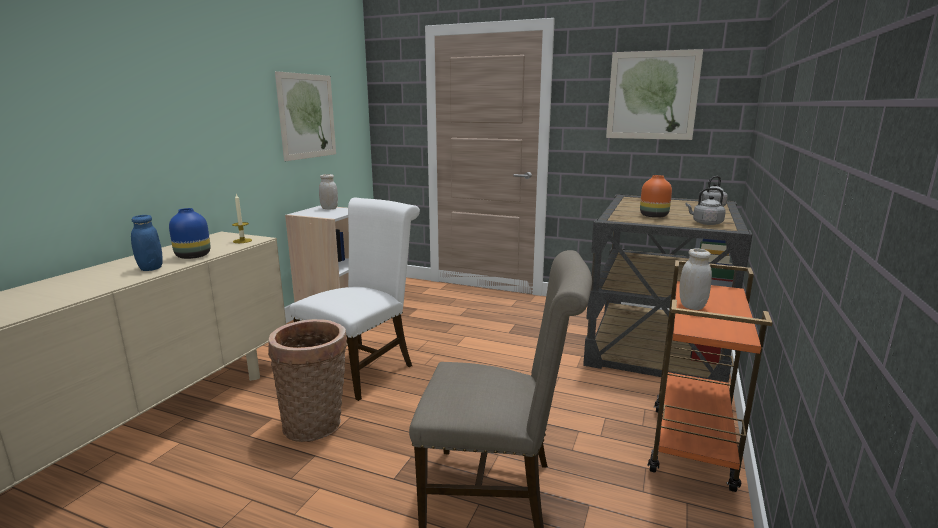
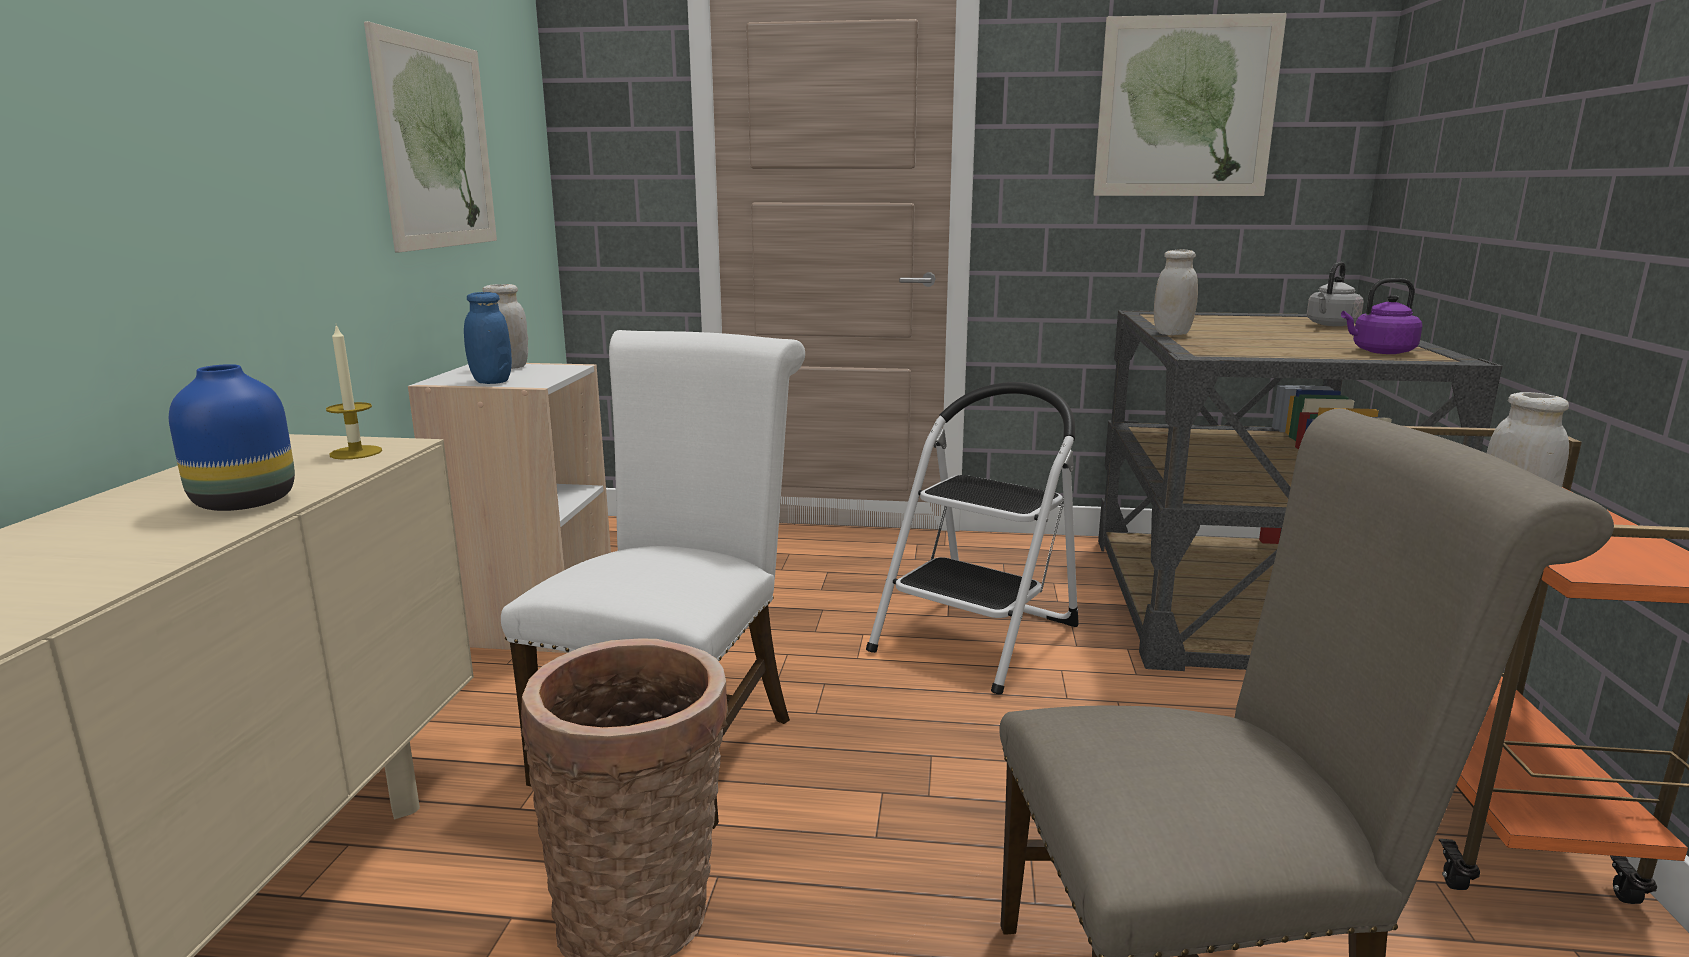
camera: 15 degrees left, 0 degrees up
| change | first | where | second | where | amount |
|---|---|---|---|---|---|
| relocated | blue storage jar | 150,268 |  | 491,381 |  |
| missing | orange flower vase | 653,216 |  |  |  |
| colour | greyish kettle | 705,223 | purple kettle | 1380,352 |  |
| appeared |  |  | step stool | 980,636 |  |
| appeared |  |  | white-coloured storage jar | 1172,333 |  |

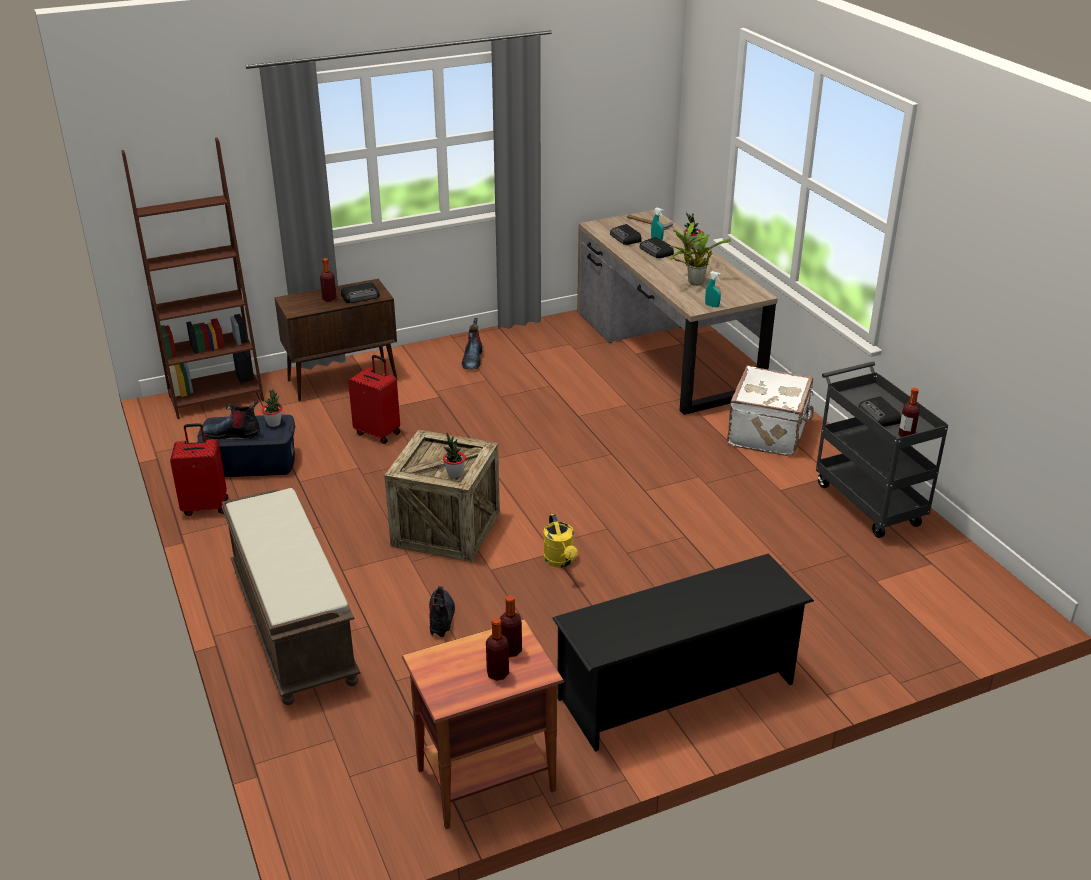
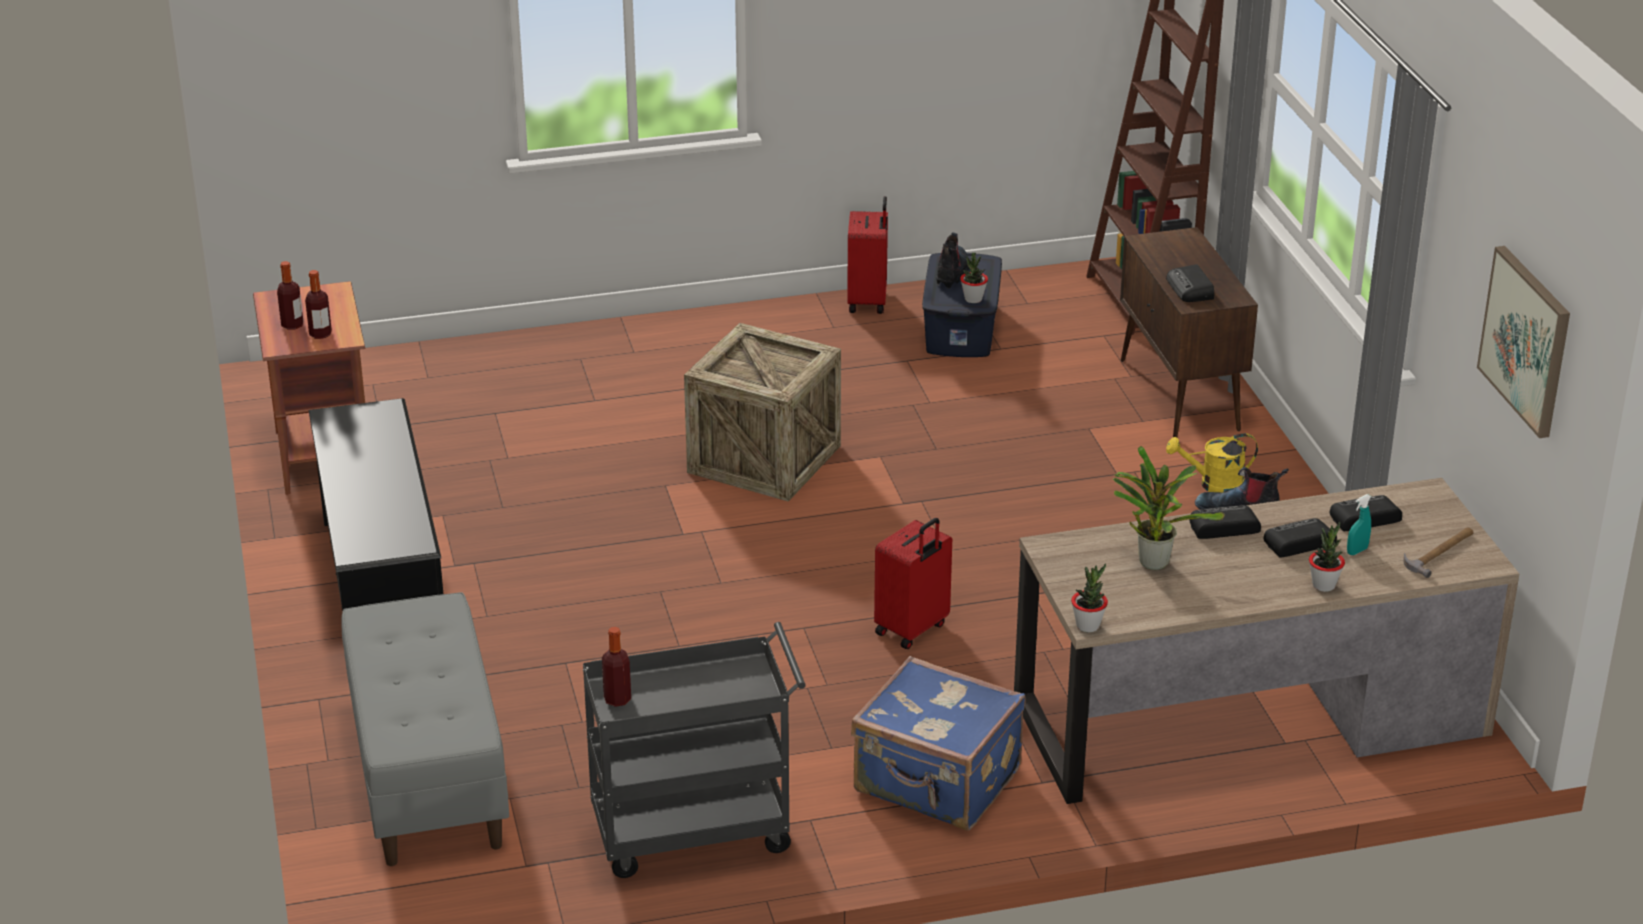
camera: 100 degrees right, 0 degrees up
| change | first | where | second | where | amount |
|---|---|---|---|---|---|
| missing | brown-coloured long seat | 291,624 |  |  |  |
| missing | drink bottle | 329,299 |  |  |  |
| relocated | red piece of luggage | 378,433 |  | 912,629 |  |
| missing | boot | 441,617 |  |  |  |
| relocated | potted plant | 454,474 |  | 1088,626 |  |
| relocated | yellow watering can | 560,561 |  | 1213,485 |  |
| missing | turquoise sprayer | 712,306 |  |  |  |
| colour | white-coloured piece of luggage | 769,433 | blue piece of luggage | 937,783 |  |
| relocated | radio receiver | 879,416 |  | 1222,527 |  |
| appeared |  |  | greyish long seat | 427,775 |  |
| appeared |  |  | wall picture | 1526,340 |  |

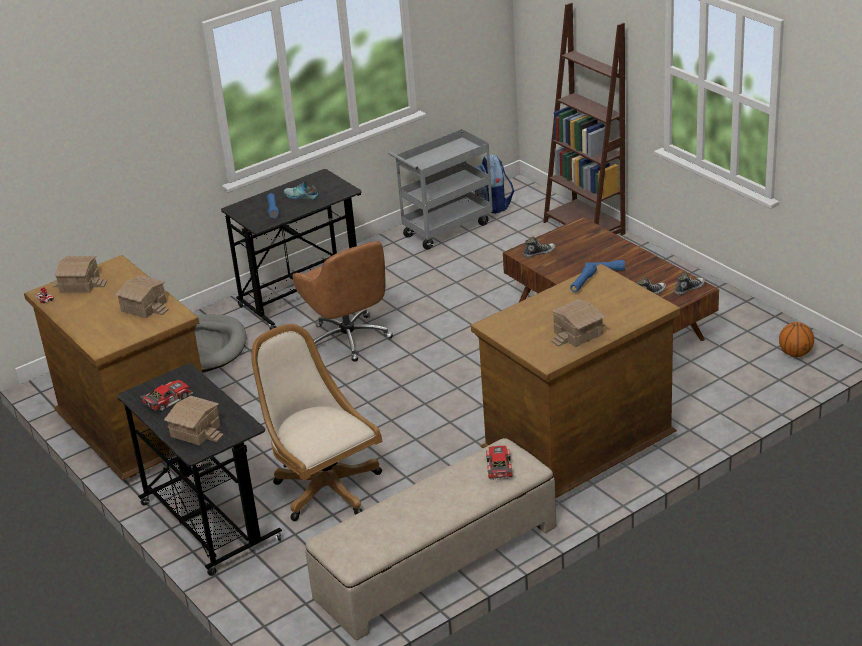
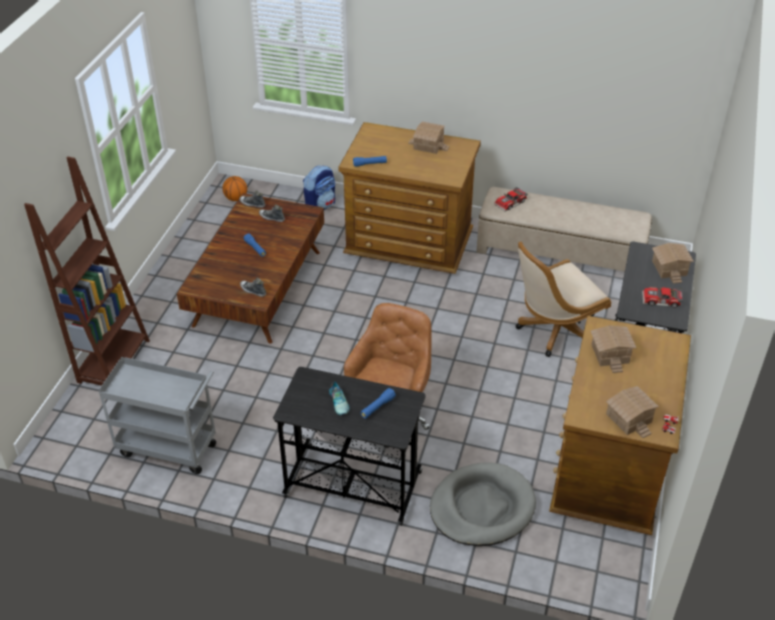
camera: 130 degrees left, 10 degrees up
| change | first | where | second | where | amount |
|---|---|---|---|---|---|
| spun | computer chair | 323,485 |  | 553,331 | 45 degrees clockwise |
| relocated | knapsack | 495,205 |  | 320,206 |  |

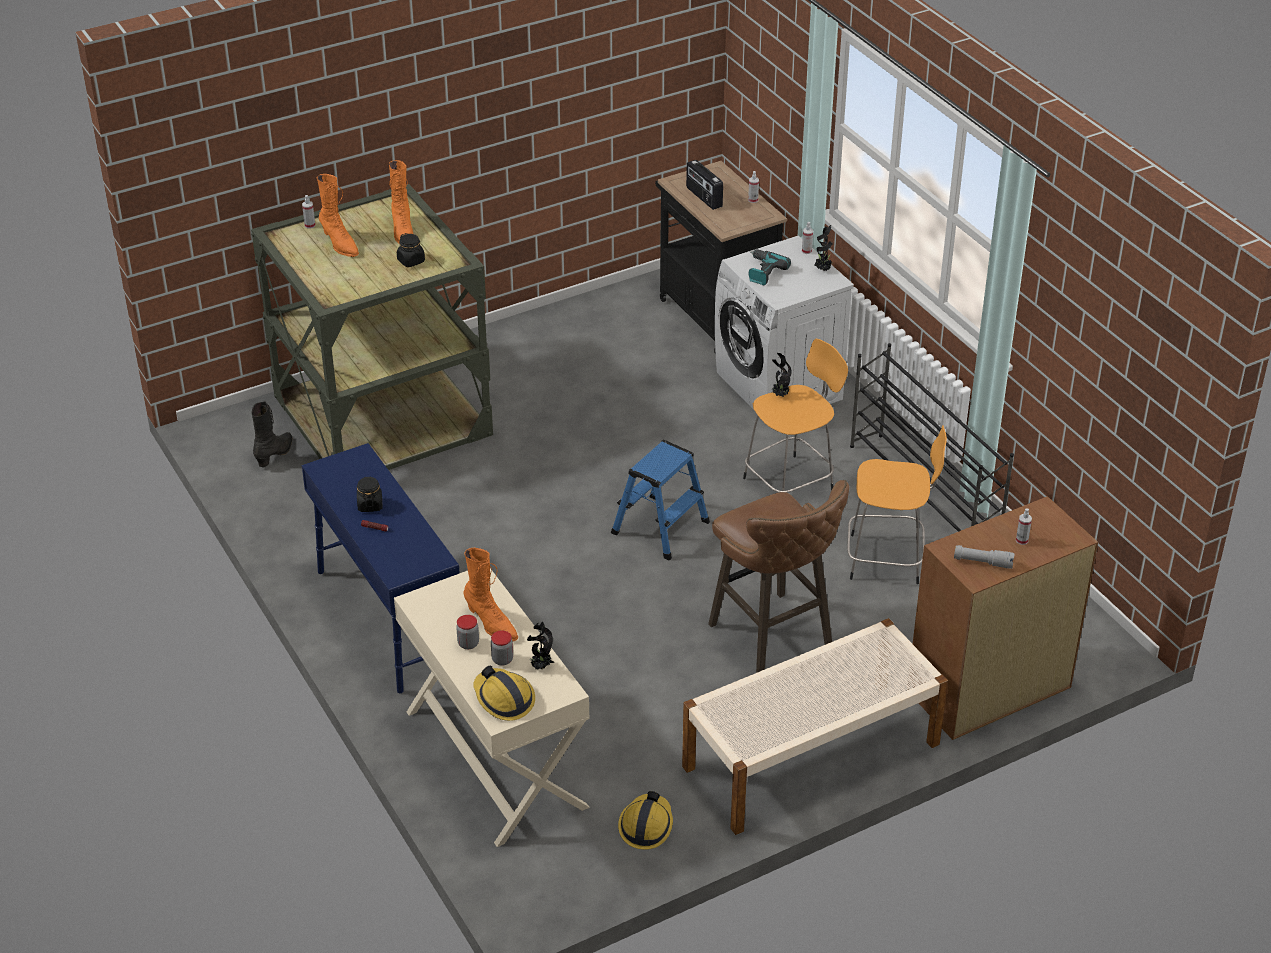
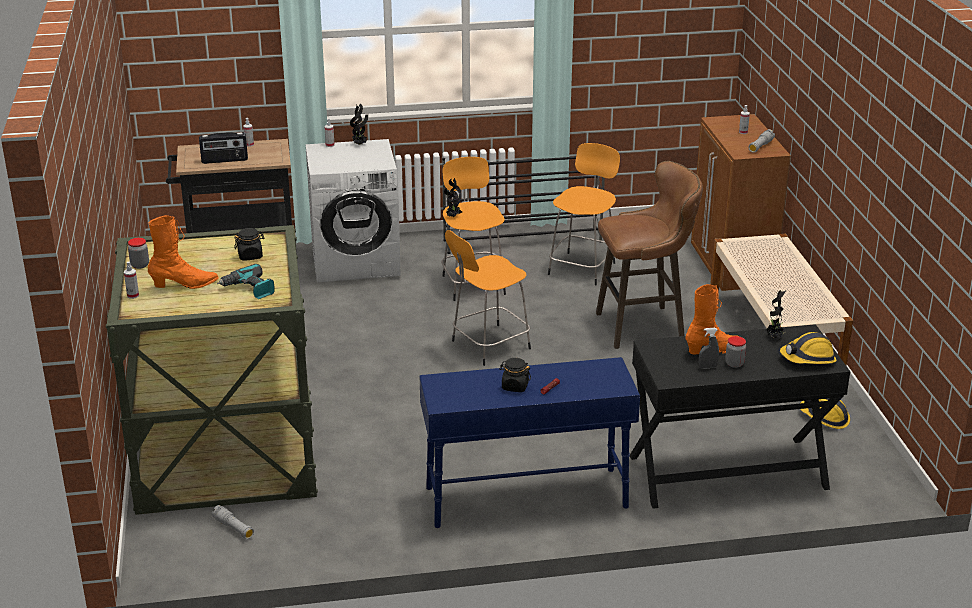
camera: 70 degrees left, 10 degrees down
| change | first | where | second | where | amount |
|---|---|---|---|---|---|
| exchanged | black-coloured boot | 275,454 | greyish flashlight | 233,528 |  |
| missing | orange boot | 403,232 |  |  |  |
| colour | sand-coloured desk | 494,759 | black-coloured desk | 728,472 |  |
| relocated | storage jar | 502,659 |  | 140,265 |  |
| exchanged | blue step stool | 660,527 | orange stool seat | 488,345 |  |
| relocated | electric drill | 763,272 |  | 249,289 |  |
| appeared |  |  | greyish sprayer | 707,367 |  |

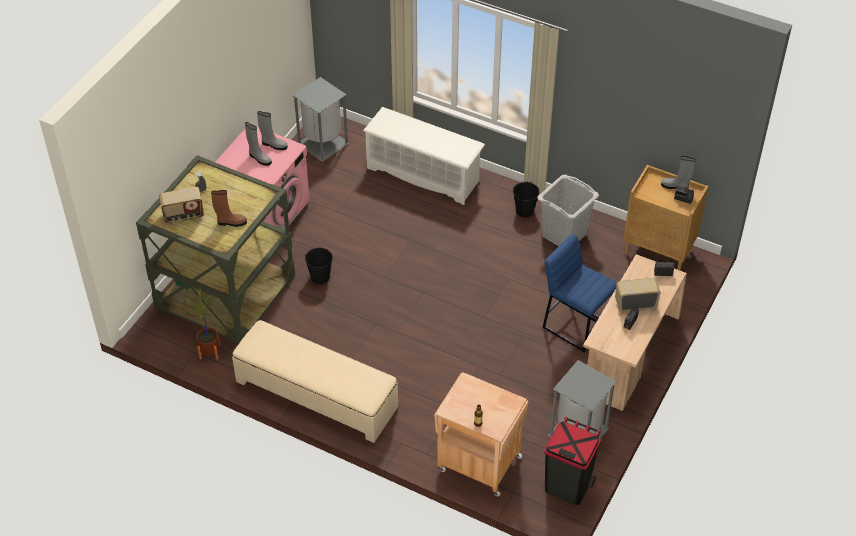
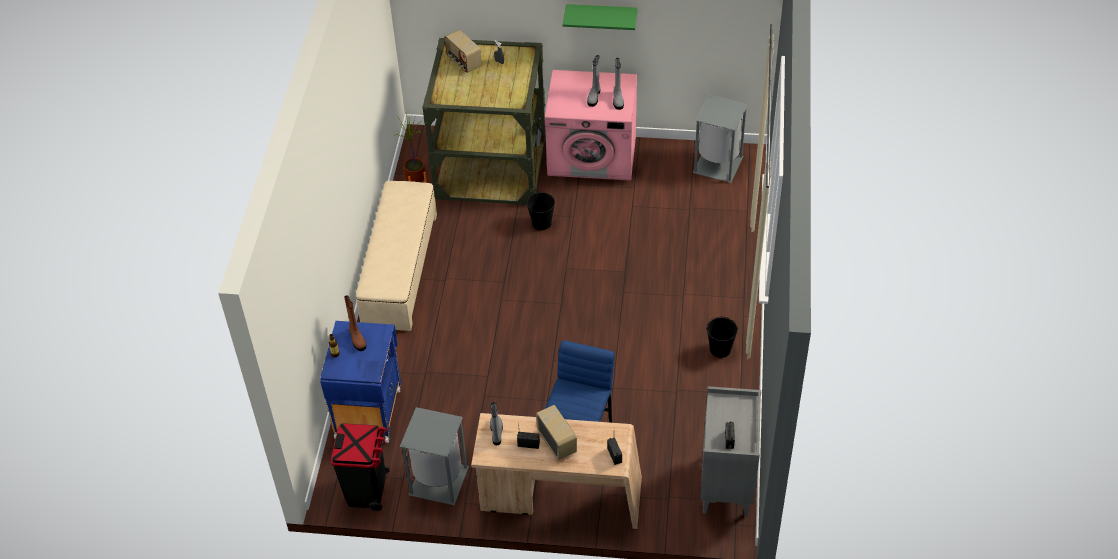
camera: 70 degrees right, 0 degrees up
| change | first | where | second | where | amount |
|---|---|---|---|---|---|
| relocated | brown-coloured boot | 231,222 |  | 357,338 |  |
| missing | white-coloured shoe rack | 424,174 |  |  |  |
| colour | brown-coloured wheeled cart | 478,462 | blue wheeled cart | 368,411 |  |
| missing | greyish washing basket | 564,235 |  |  |  |
| colour | brown-coloured cupboard | 658,252 | greyish cupboard | 726,485 |  |
| relocated | greyish boot | 675,186 |  | 496,432 |  |
| appeared |  |  | green wall shelf | 601,16 |  |

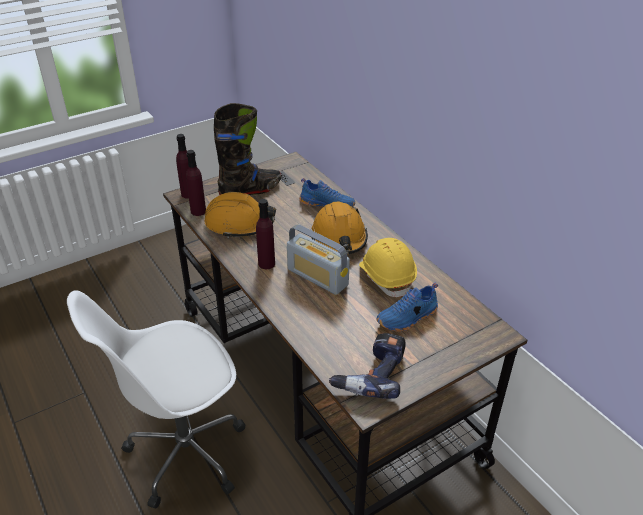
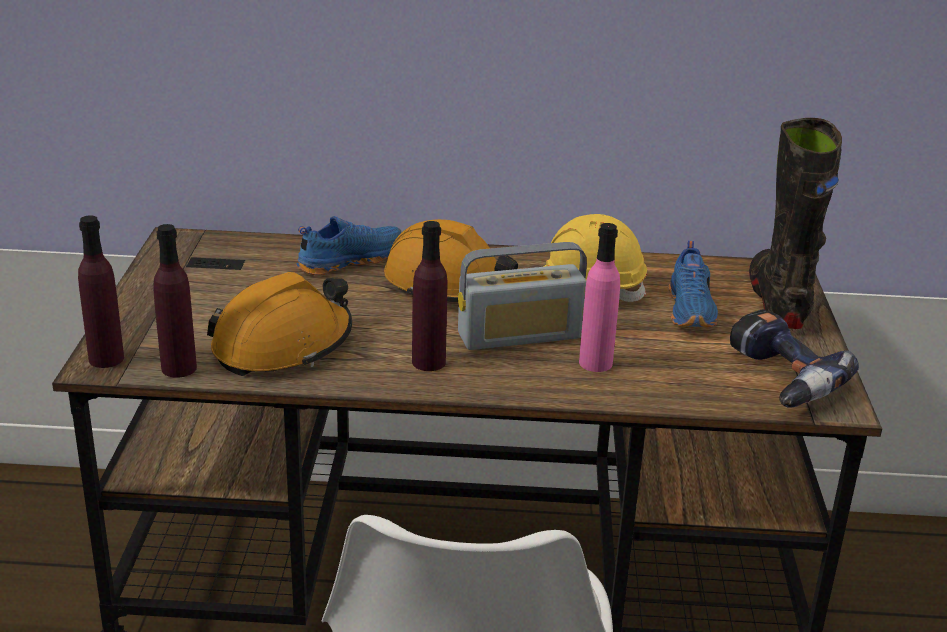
camera: 55 degrees left, 10 degrees down
| change | first | where | second | where | amount |
|---|---|---|---|---|---|
| relocated | black-coloured boot | 251,191 |  | 778,301 |  |
| appeared |  |  | pink-coloured drink bottle | 595,363 |  |

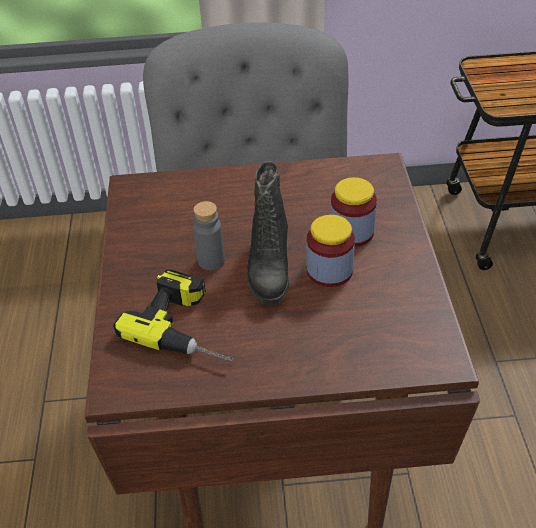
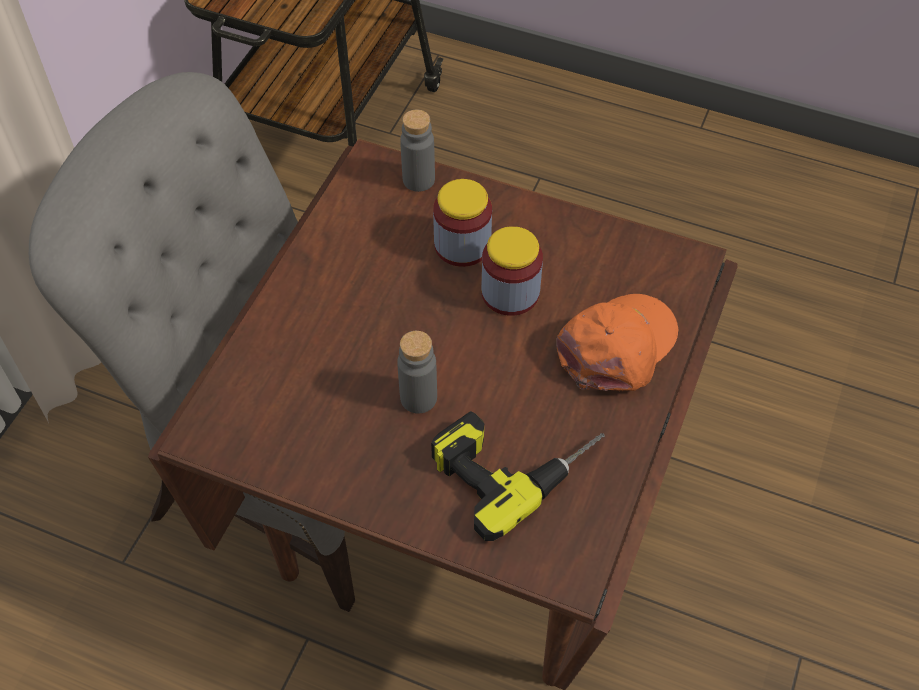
camera: 65 degrees left, 10 degrees up
| change | first | where | second | where | amount |
|---|---|---|---|---|---|
| missing | black-coloured boot | 268,269 |  |  |  |
| appeared |  |  | greyish drink bottle | 418,180 |  |
| appeared |  |  | orange peaked cap | 617,347 |  |

